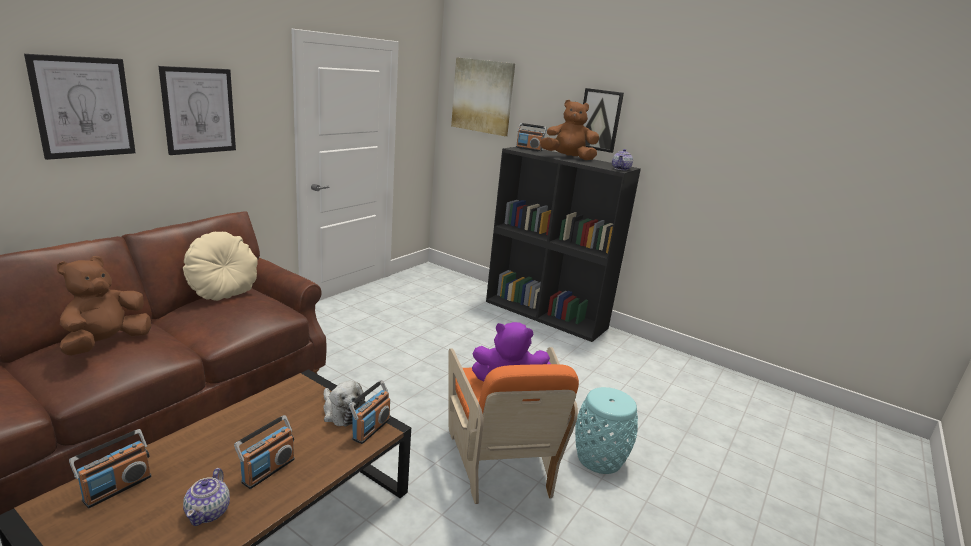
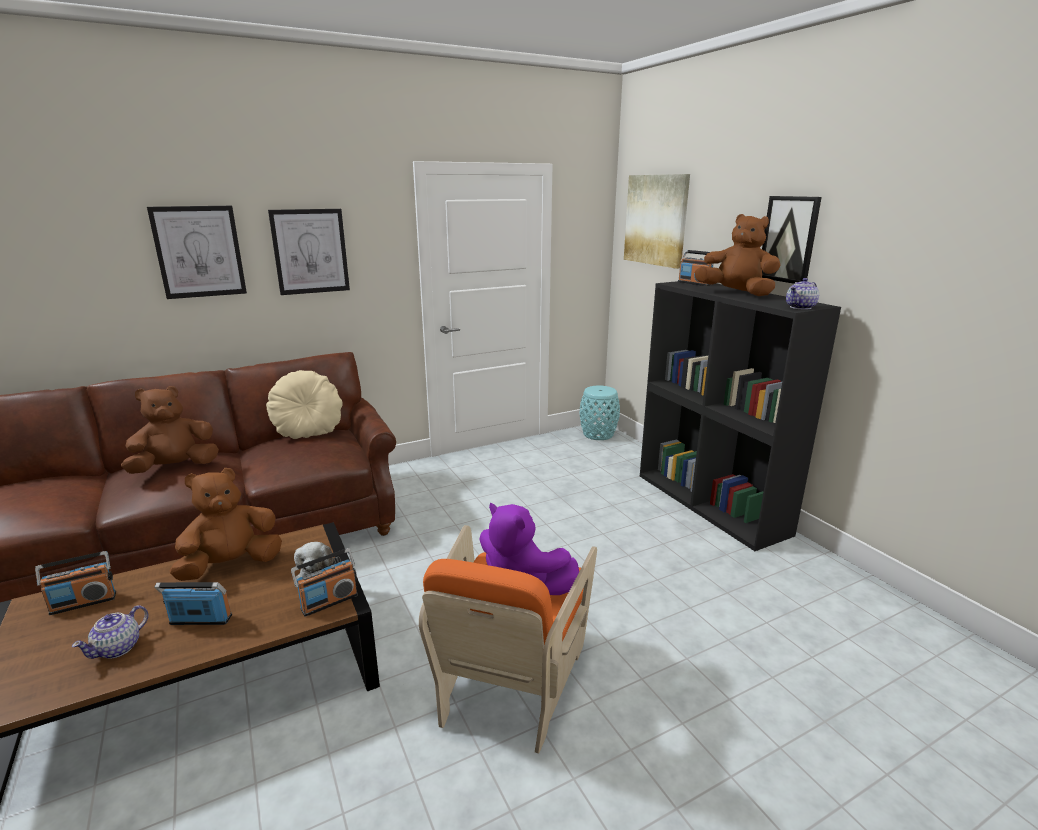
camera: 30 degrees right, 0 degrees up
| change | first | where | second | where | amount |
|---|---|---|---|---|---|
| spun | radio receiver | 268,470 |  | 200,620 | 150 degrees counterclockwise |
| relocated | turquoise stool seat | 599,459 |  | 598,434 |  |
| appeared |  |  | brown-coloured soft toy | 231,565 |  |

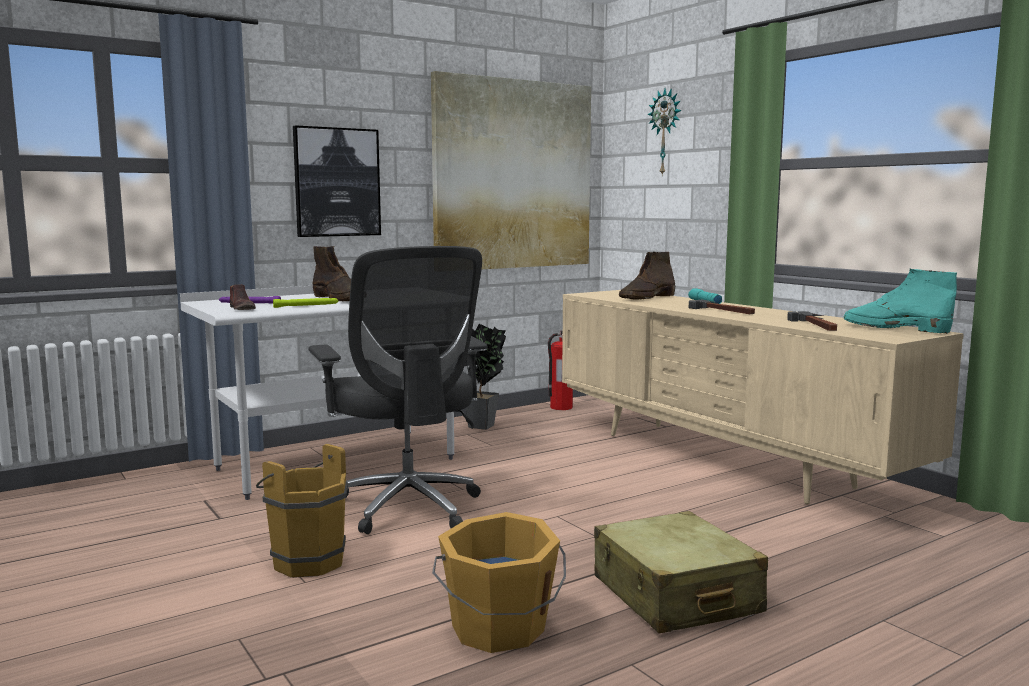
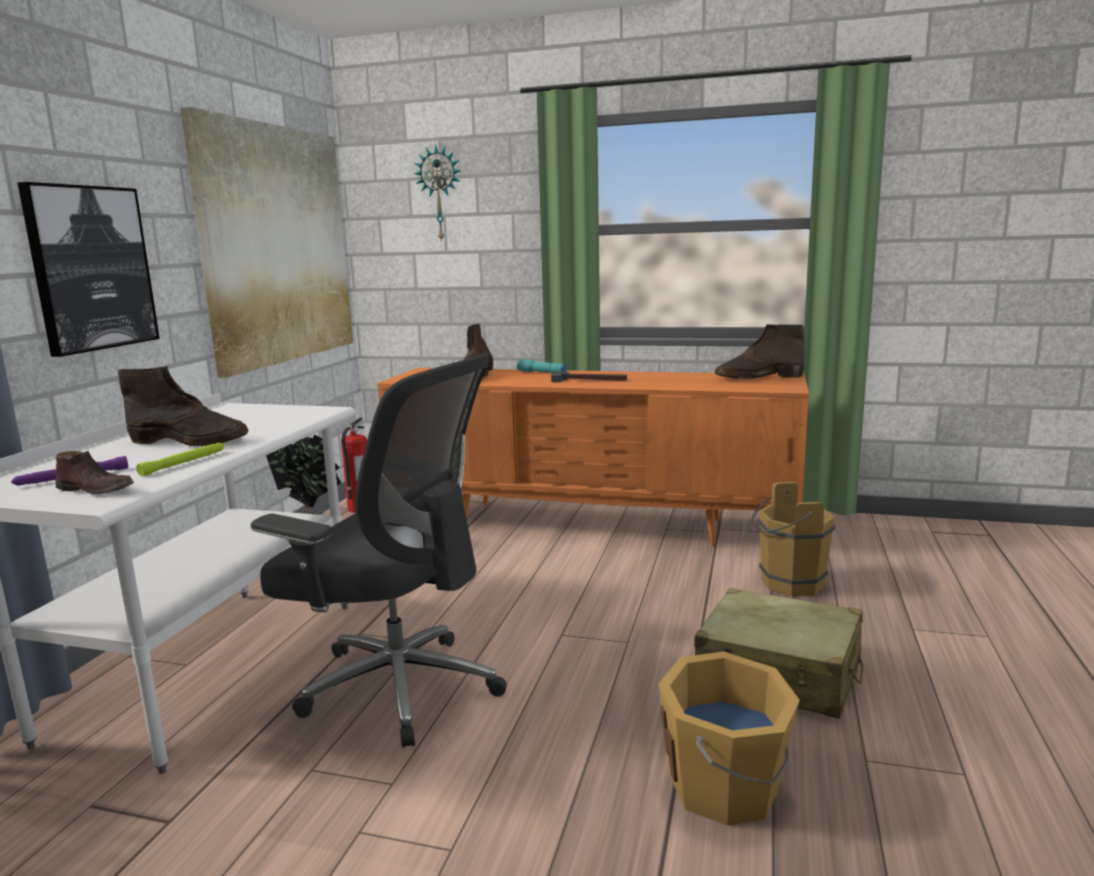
camera: 40 degrees left, 5 degrees up
| change | first | where | second | where | amount |
|---|---|---|---|---|---|
| relocated | brown-coloured bucket | 305,560 |  | 787,583 |  |
| colour | sand-coloured cupboard | 724,460 | orange cupboard | 592,523 |  |
| missing | tool hammer | 817,325 |  |  |  |
| colour | turquoise boot | 894,328 | brown-coloured boot | 757,378 |  |

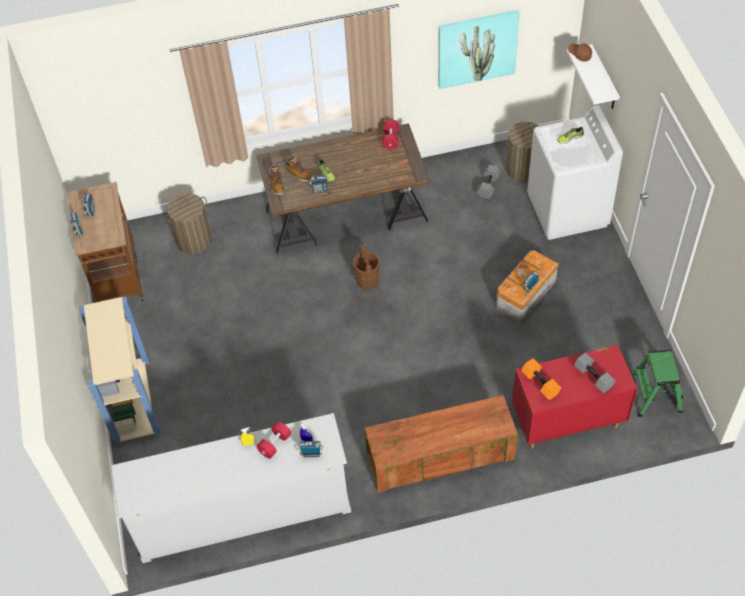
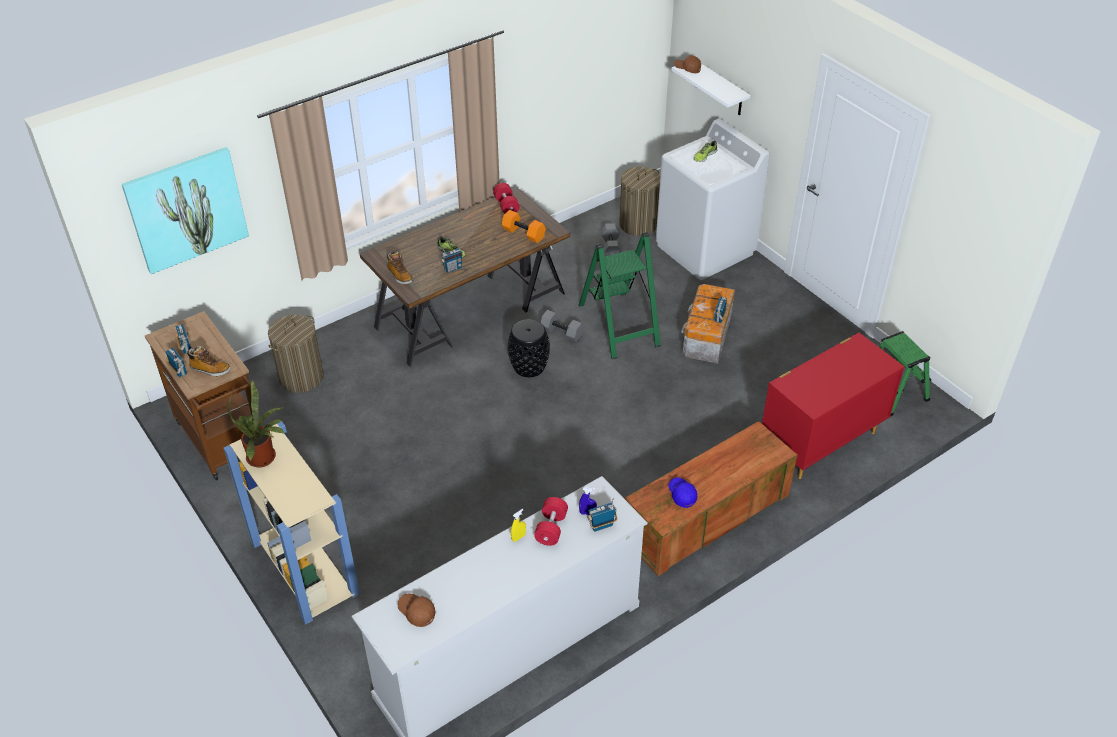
camera: 25 degrees left, 10 degrees down
| change | first | where | second | where | amount |
|---|---|---|---|---|---|
| relocated | boot | 299,174 |  | 210,369 |  |
| exchanged | brown-coloured bucket | 367,281 | black-coloured stool seat | 529,366 |  |
| relocated | wall picture | 476,48 |  | 186,209 |  |
| relocated | orange dumbbell | 539,383 |  | 522,234 |  |
| relocated | greyish dumbbell | 594,377 |  | 562,332 |  |
| appeared |  |  | potted plant | 264,457 |  |
| appeared |  |  | brown-coloured peaked cap | 416,612 |  |
| appeared |  |  | green step stool | 619,325 |  |
| appeared |  |  | blue peaked cap | 682,495 |  |

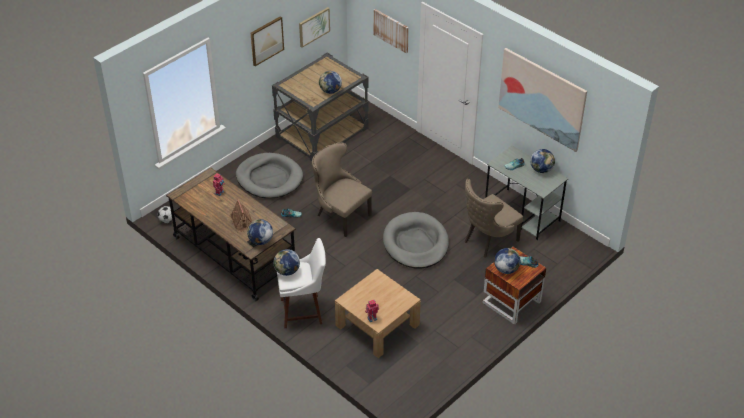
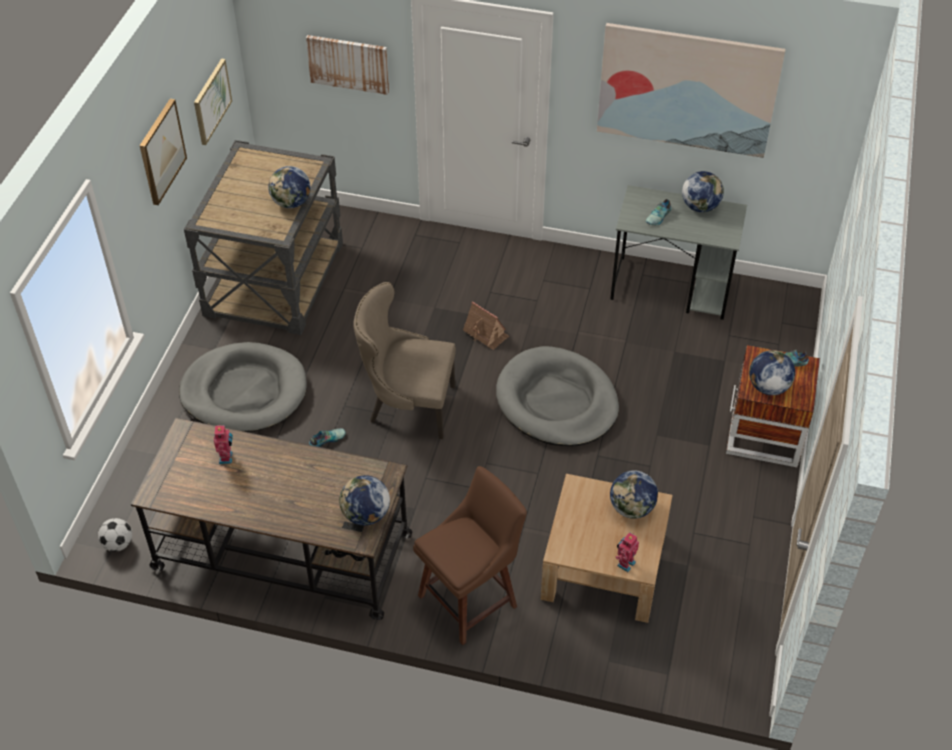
camera: 30 degrees left, 5 degrees up
| change | first | where | second | where | amount |
|---|---|---|---|---|---|
| relocated | toy house | 242,222 |  | 486,333 |  |
| relocated | world globe | 287,271 |  | 632,508 |  |
| colour | white-coloured stool seat | 303,311 | brown-coloured stool seat | 471,599 |  |
| missing | sand-coloured upright chair | 488,240 |  |  |  |

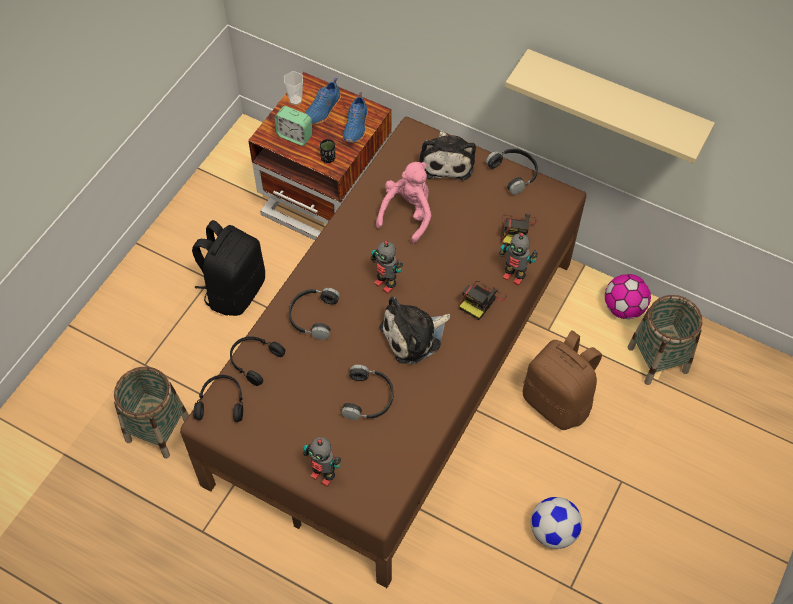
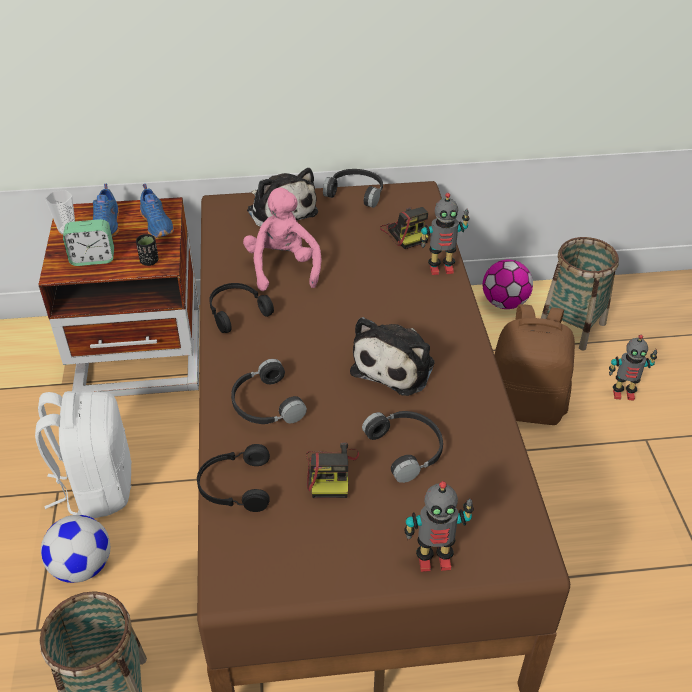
camera: 35 degrees left, 15 degrees down
| change | first | where | second | where | amount |
|---|---|---|---|---|---|
| colour | black-coloured knapsack | 234,290 | white-coloured knapsack | 97,487 |  |
| relocated | black-coloured pair of headphones | 221,402 |  | 236,311 |  |
| relocated | robot figure | 386,284 |  | 623,393 |  |
| relocated | still camera | 481,300 |  | 331,472 |  |
| missing | sand-coloured wall shelf | 614,104 |  |  |  |
| relocated | football ball | 553,531 |  | 82,566 |  |

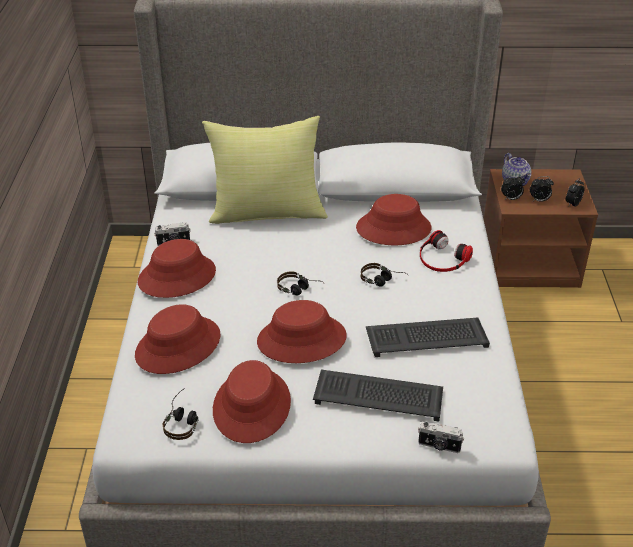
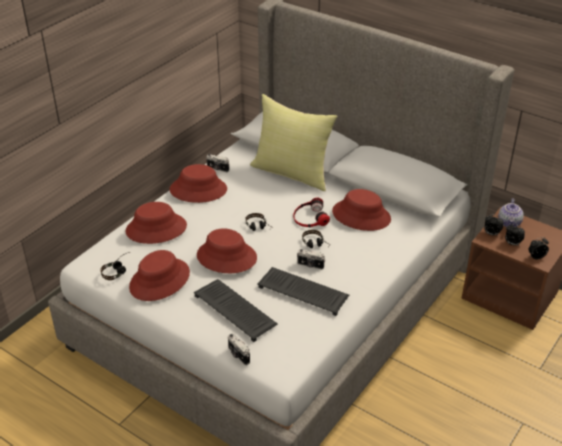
camera: 35 degrees right, 0 degrees up
| change | first | where | second | where | amount |
|---|---|---|---|---|---|
| relocated | pair of headphones | 442,258 |  | 310,217 |  |
| appeared |  |  | still camera | 310,265 |  |

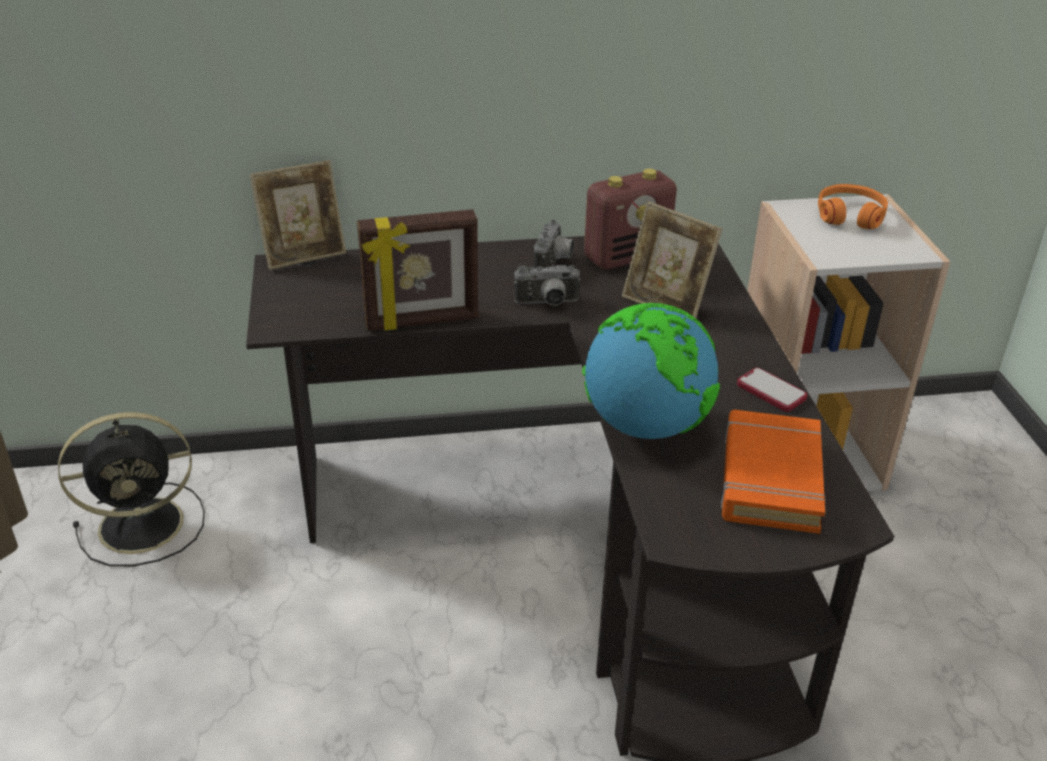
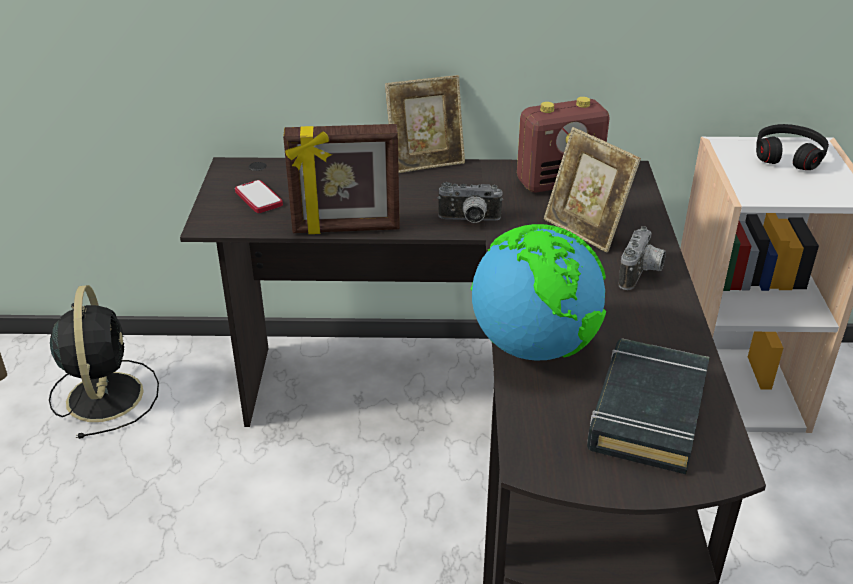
camera: 10 degrees right, 0 degrees up
| change | first | where | second | where | amount |
|---|---|---|---|---|---|
| spun | black-coloured electric fan | 145,524 |  | 105,394 | 90 degrees counterclockwise |
| relocated | standing frame | 304,255 |  | 426,162 |  |
| relocated | still camera | 555,263 |  | 641,274 |  |
| colour | orange volume | 770,479 | black-coloured volume | 647,412 |  |
| relocated | telephone | 771,391 |  | 258,198 |  |
| colour | orange pair of headphones | 850,215 | black-coloured pair of headphones | 788,156 |  |

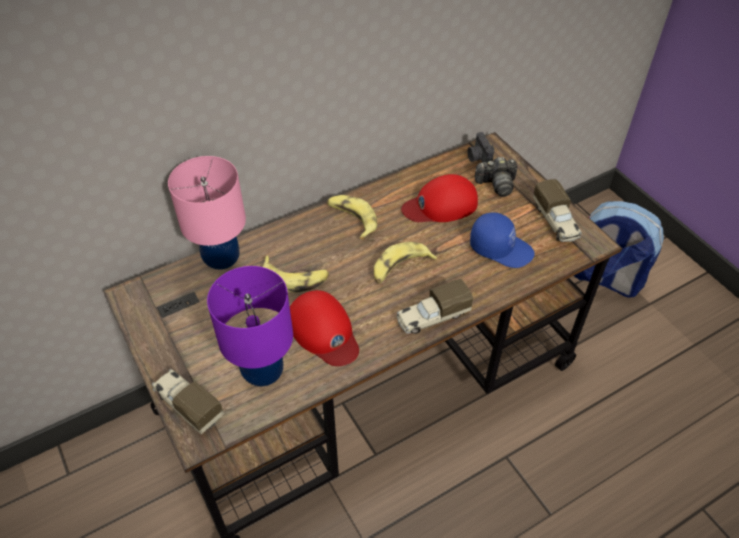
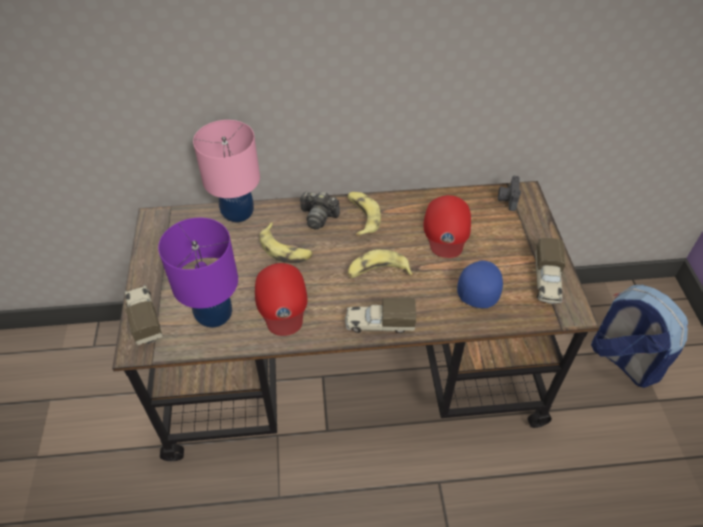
camera: 25 degrees right, 0 degrees up
| change | first | where | second | where | amount |
|---|---|---|---|---|---|
| spun | red peaked cap | 440,205 |  | 446,230 | 90 degrees counterclockwise |
| spun | blue peaked cap | 501,248 |  | 479,286 | 120 degrees counterclockwise |
| relocated | still camera | 496,184 |  | 318,217 |  |

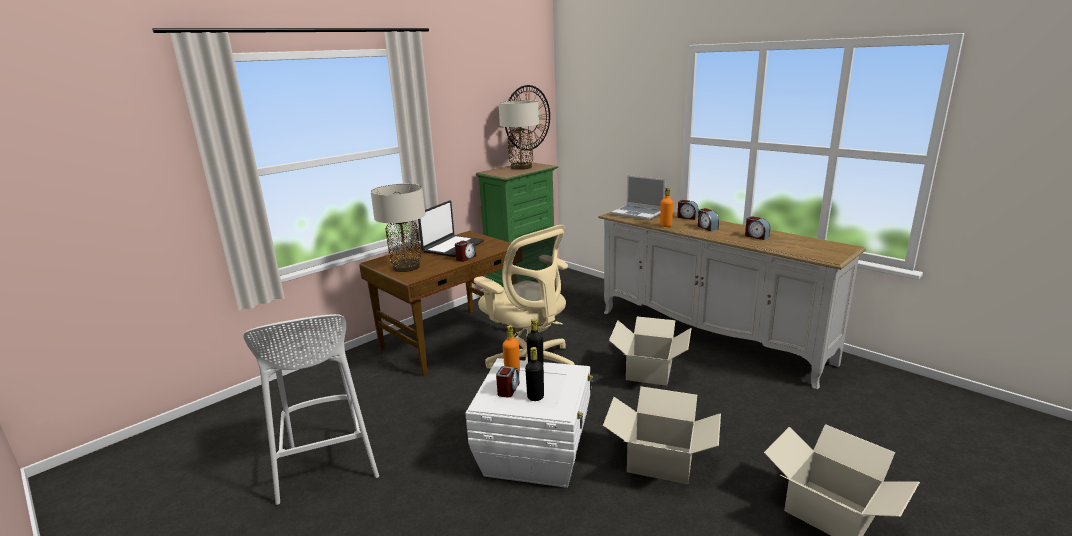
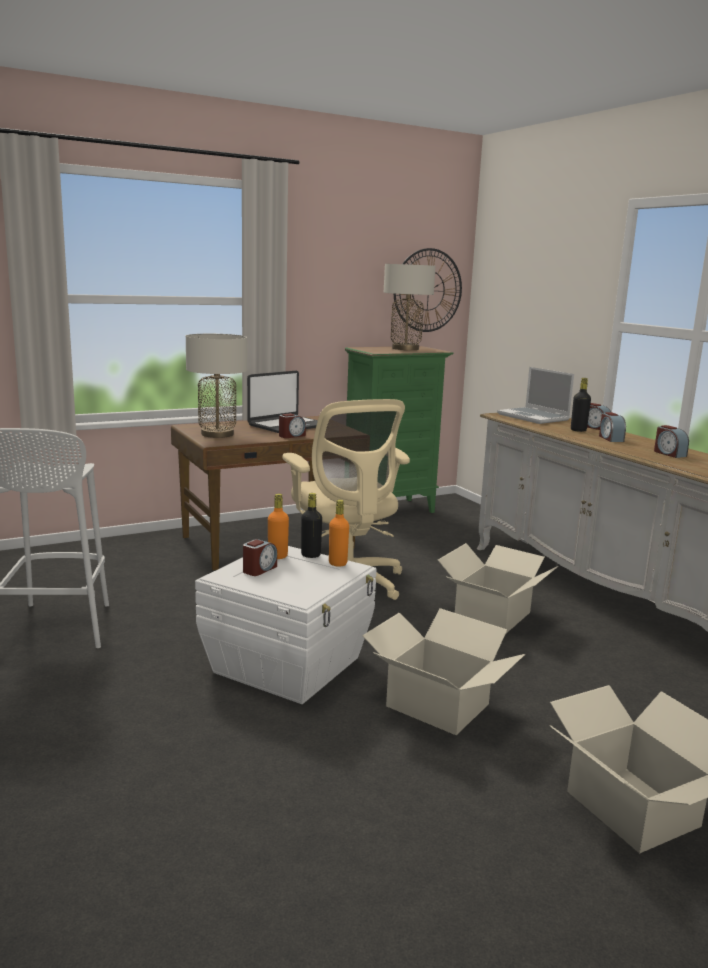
camera: 15 degrees right, 5 degrees down
| change | first | where | second | where | amount |
|---|---|---|---|---|---|
| relocated | black-coloured drink bottle | 535,397 |  | 578,430 |  |
| relocated | orange drink bottle | 665,225 |  | 337,563 |  |

